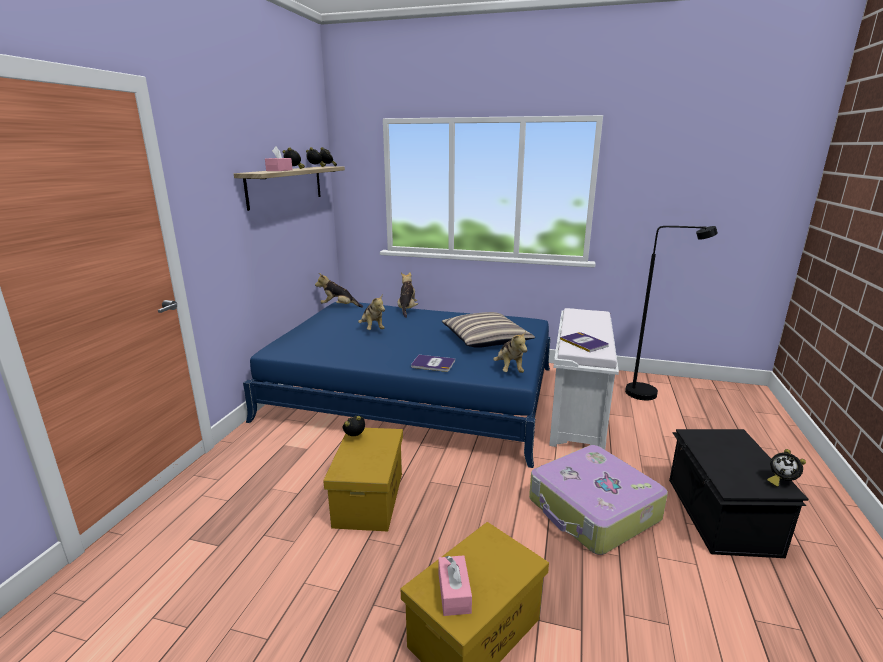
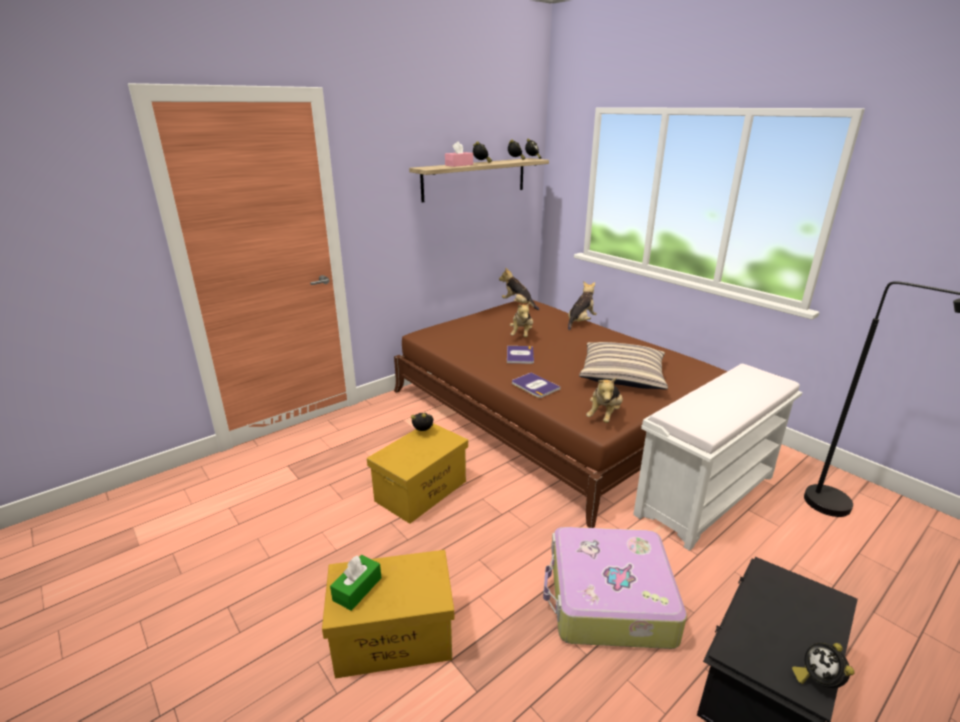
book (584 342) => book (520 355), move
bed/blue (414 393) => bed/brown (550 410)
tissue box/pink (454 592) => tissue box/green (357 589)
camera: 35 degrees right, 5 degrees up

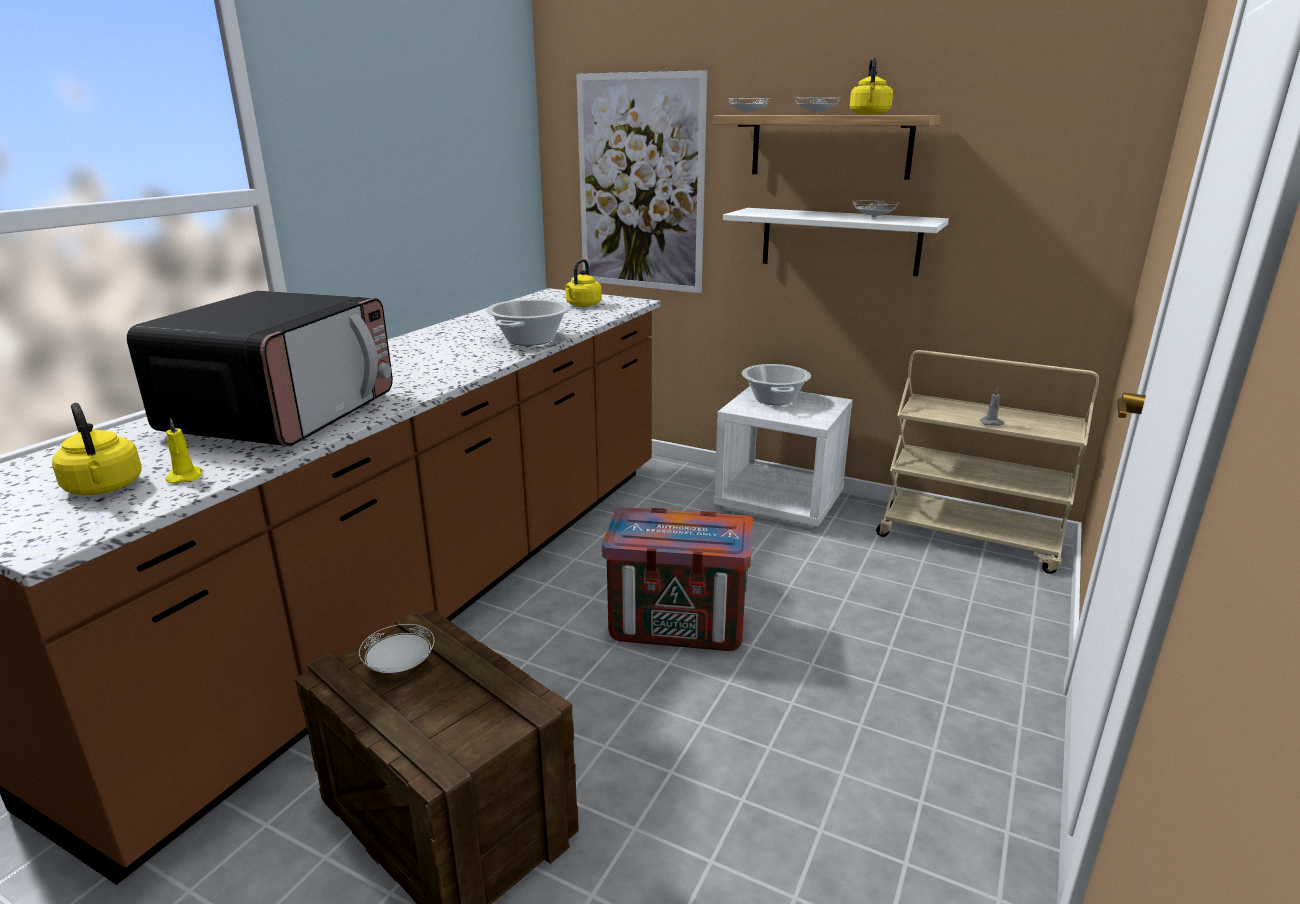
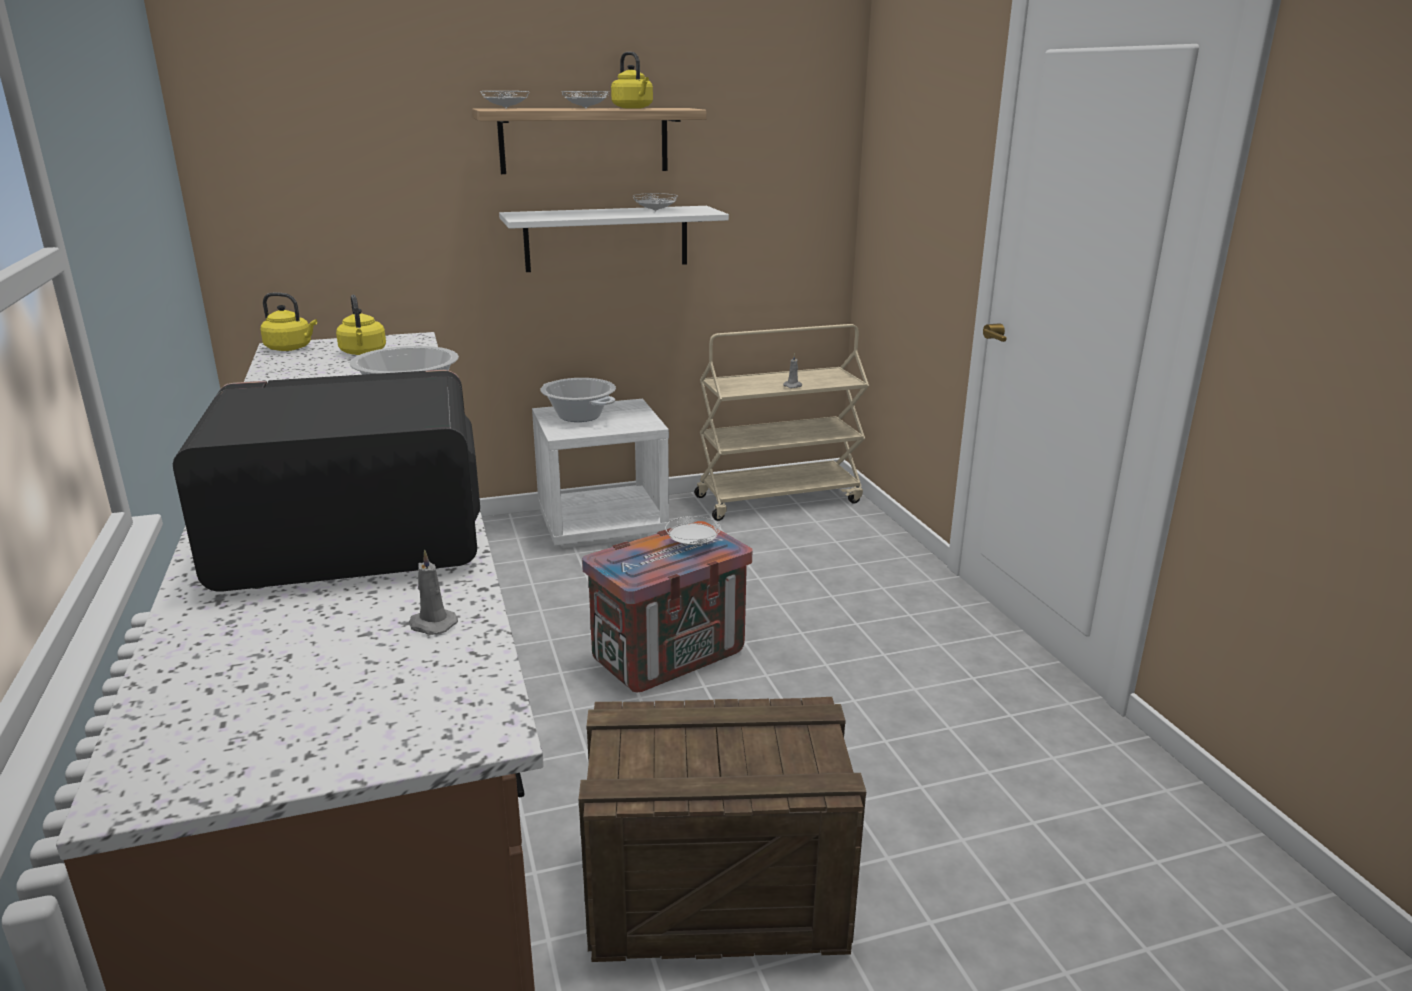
picture (640 184) => nothing
kettle/yellow (105 488) => kettle/yellow (291 348), move
plate/white (399 665) => plate/white (693 544), move
candle/yellow (185 477) => candle/grey (431 624)
microwave (284 414) => microwave (350 541), 75 degrees counterclockwise
camera: 45 degrees left, 0 degrees up

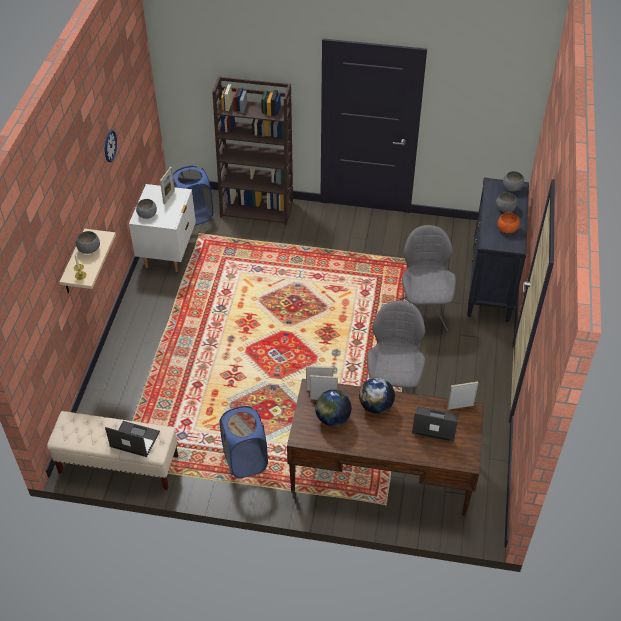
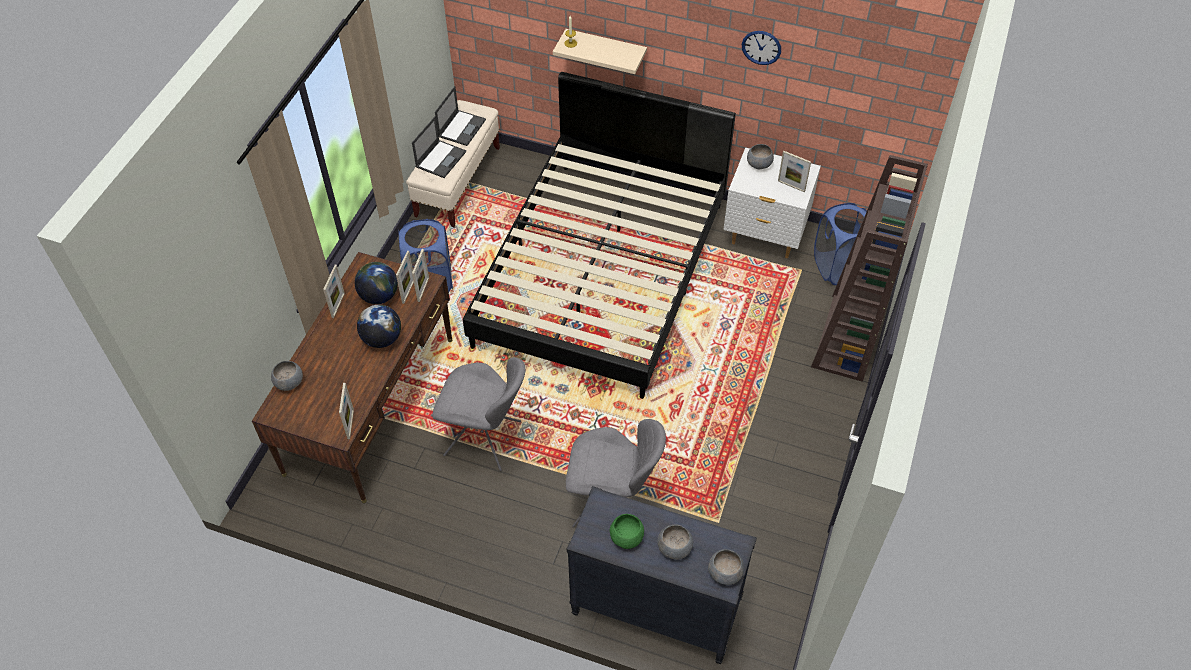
nothing => picture frame (338 305)
nothing => bed/black (602 272)
bowl/grey (89 249) => bowl/grey (289 382), move
laptop (434 424) => laptop (462 127), move
bowl/orange (506 229) => bowl/green (626 537)
camera: 100 degrees right, 5 degrees up

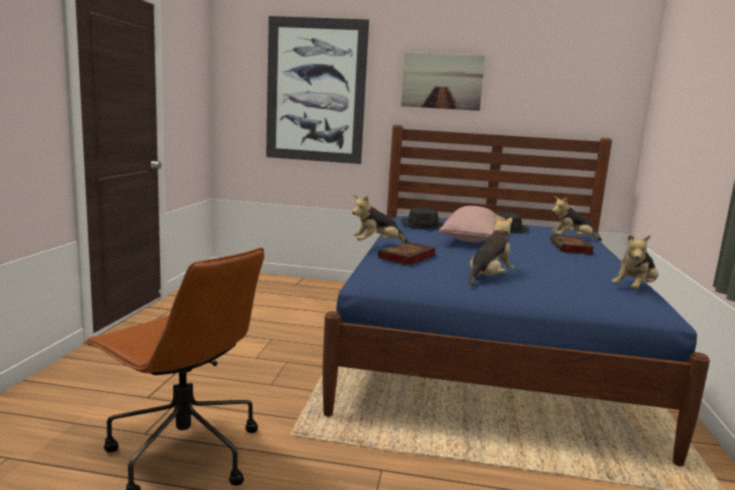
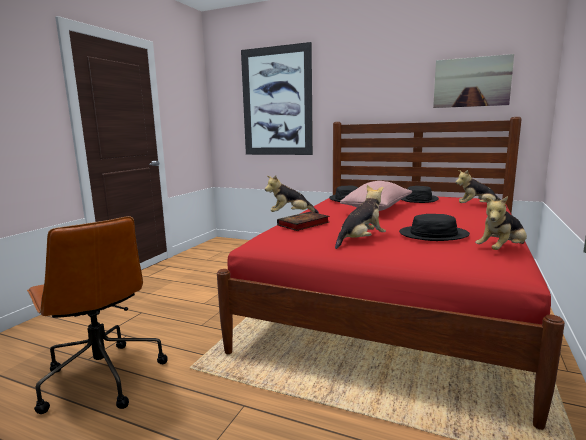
book (571 248) => nothing
nothing => hat/black (433 234)
picture (442 81) => picture (471 82), move
bed/blue (486 349) => bed/red (394 301)
camera: 15 degrees right, 0 degrees up

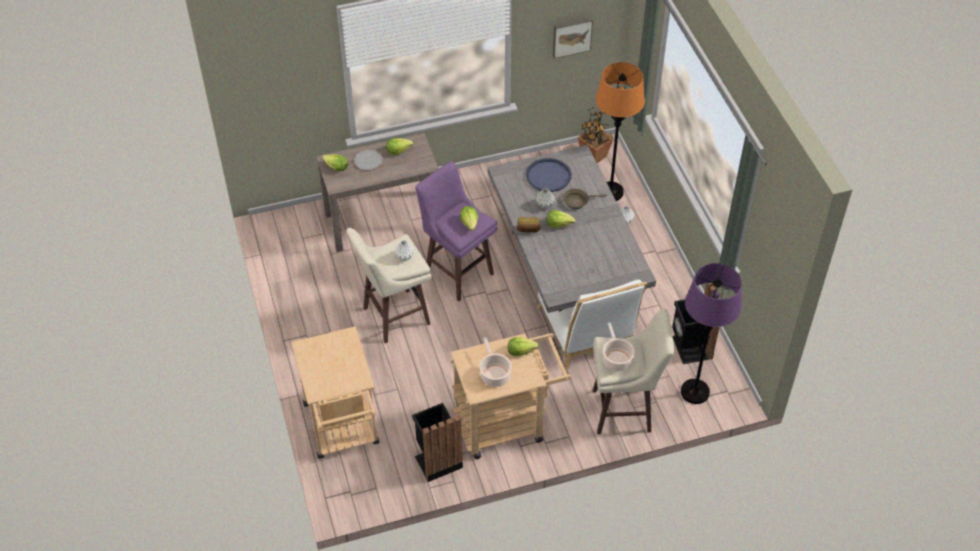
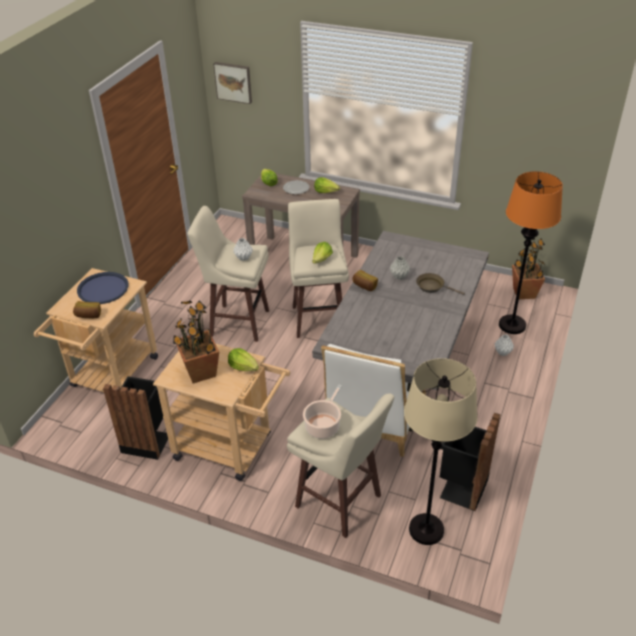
lettuce (559 224) => nothing
nothing => bread (88 315)
tray/blue (548 176) => tray/blue (103 289), move
picture (571 36) => picture (233 82), move
cooking pot (494 374) => potted plant (200 372)
stool/purple (458 273) => stool/beige (319 318)
floor lamp/purple (695 392) => floor lamp/beige (426 530)
camera: 40 degrees right, 10 degrees down

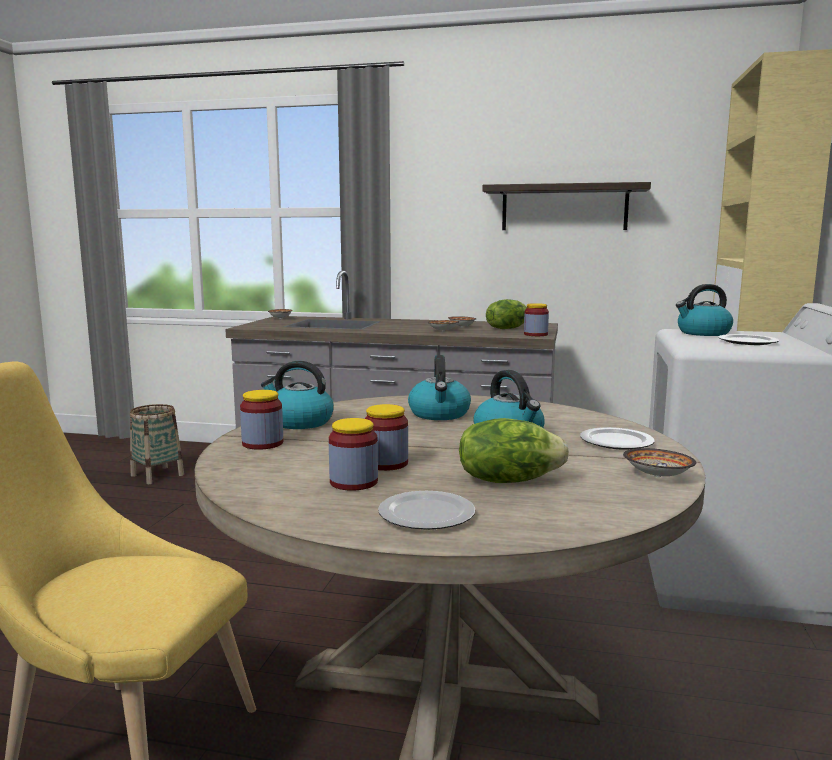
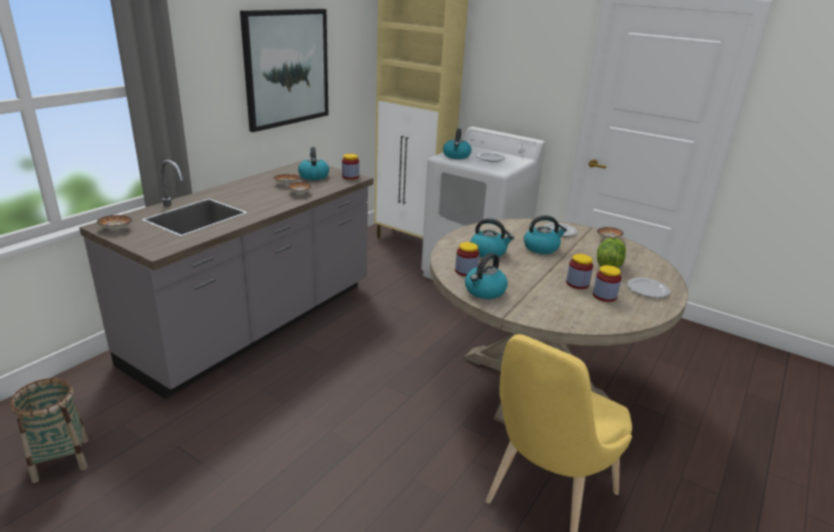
jar (262 443) => jar (466 271), move
shelf (564 208) => picture (287 68)
lettuce (507 328) => kettle (313 176)
camera: 70 degrees left, 15 degrees up

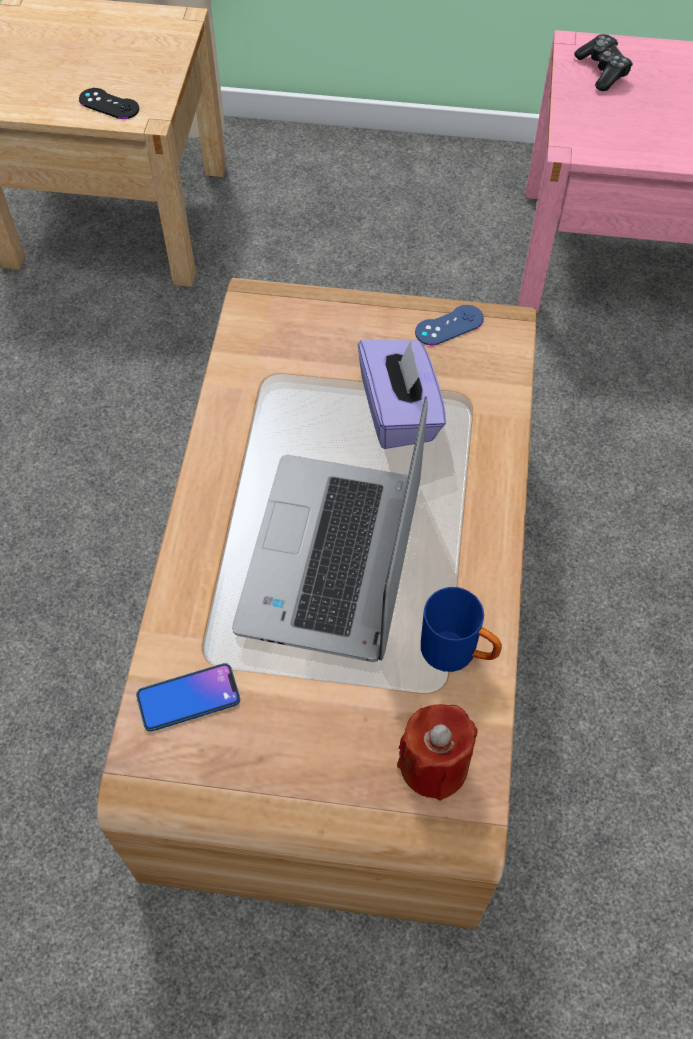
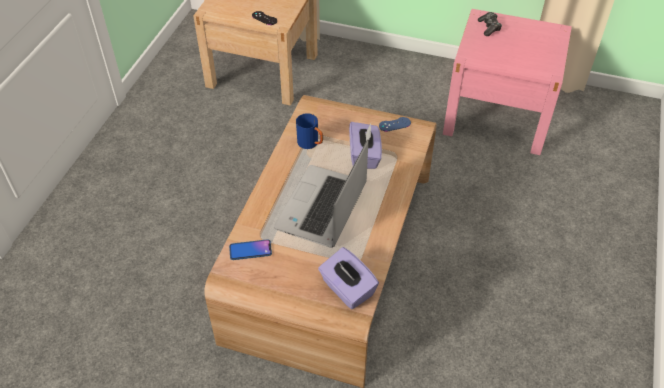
mug/blue (458 652) => mug/blue (311 144), move
candle/red (434 765) => tissue box/purple (347 289)
camera: 10 degrees right, 10 degrees down

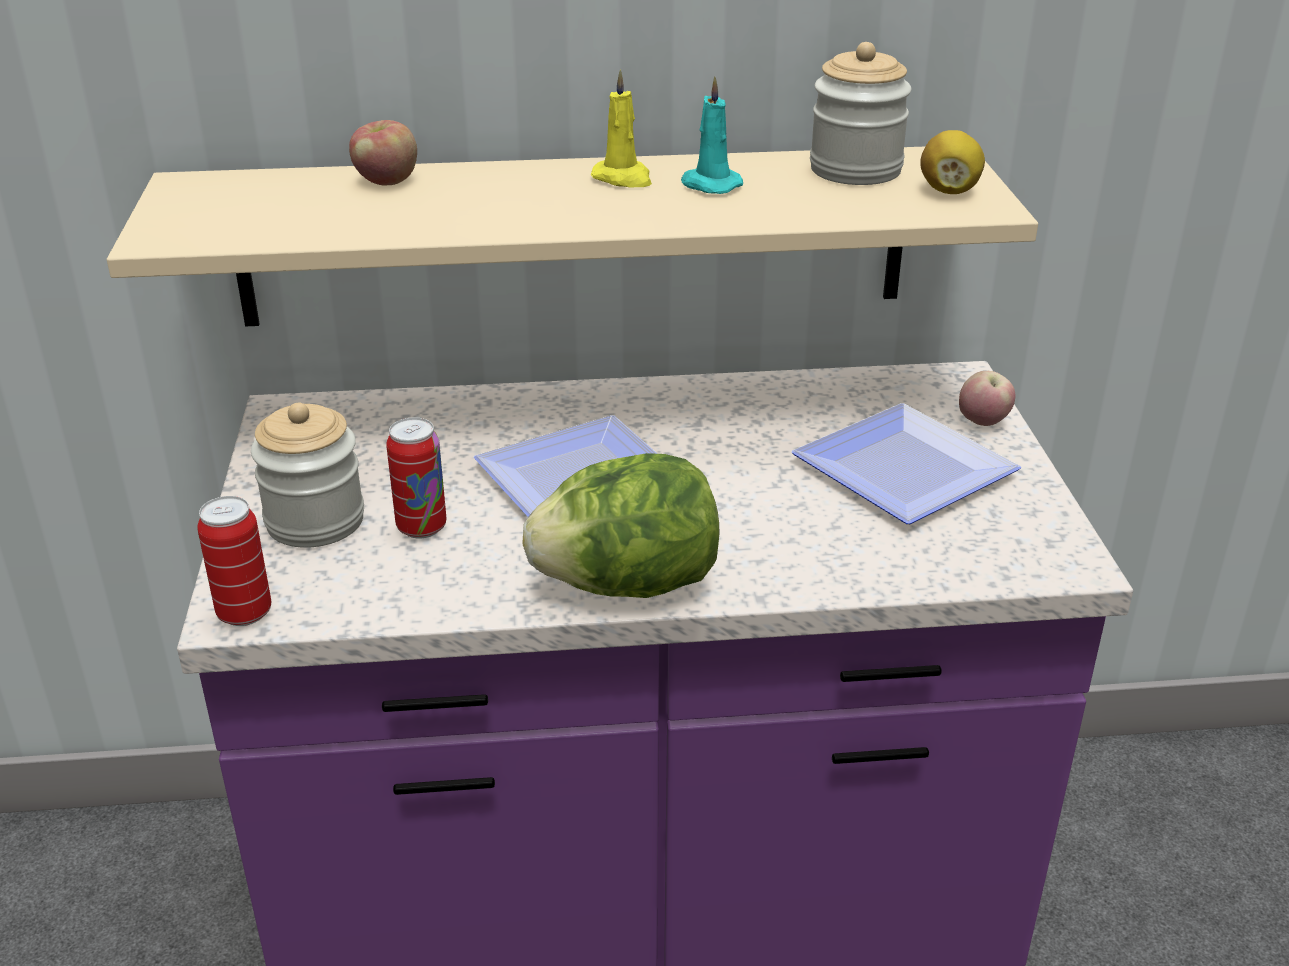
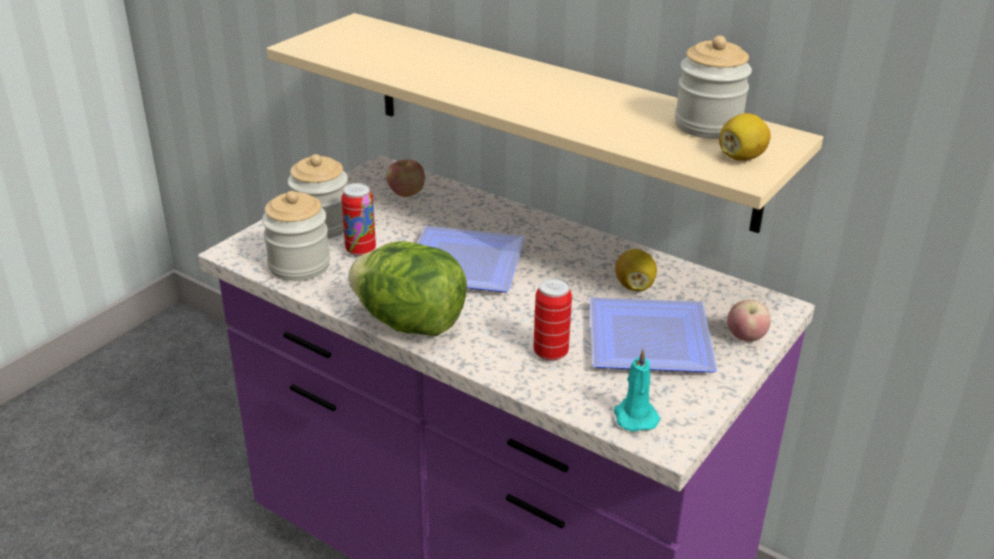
candle/yellow (623 178) => nothing
nothing => jar (299 265)
nothing => lemon (634 286)
can (244 613) => can (550 353), move
apple (386 181) => apple (406 193), move
candle/turquoise (709 185) => candle/turquoise (634 416), move
camera: 40 degrees right, 0 degrees up

